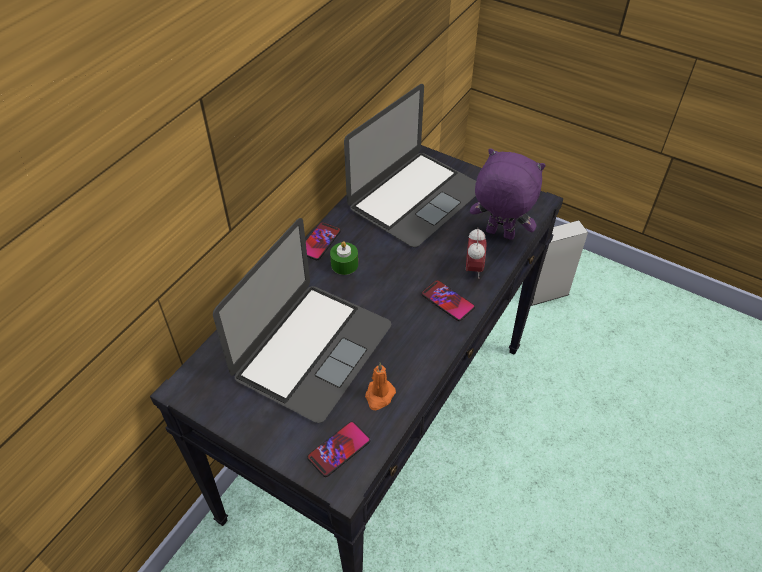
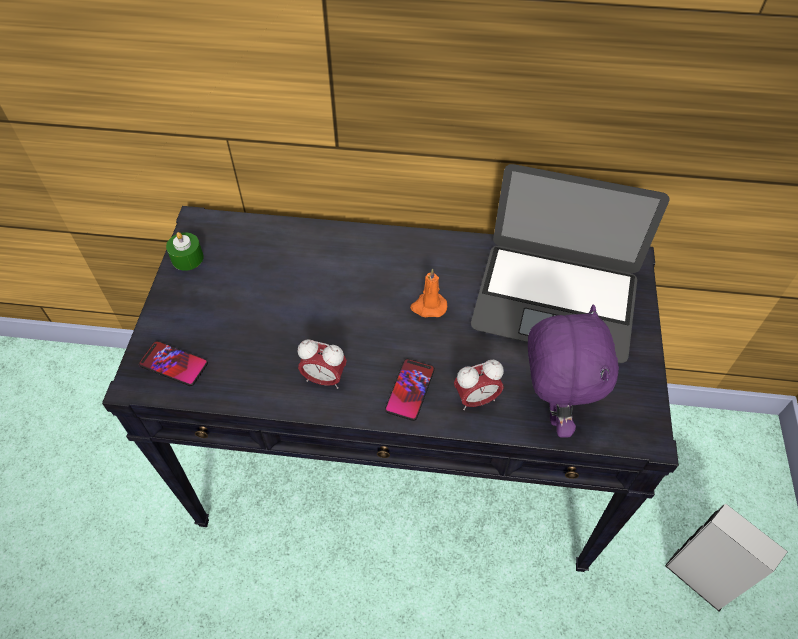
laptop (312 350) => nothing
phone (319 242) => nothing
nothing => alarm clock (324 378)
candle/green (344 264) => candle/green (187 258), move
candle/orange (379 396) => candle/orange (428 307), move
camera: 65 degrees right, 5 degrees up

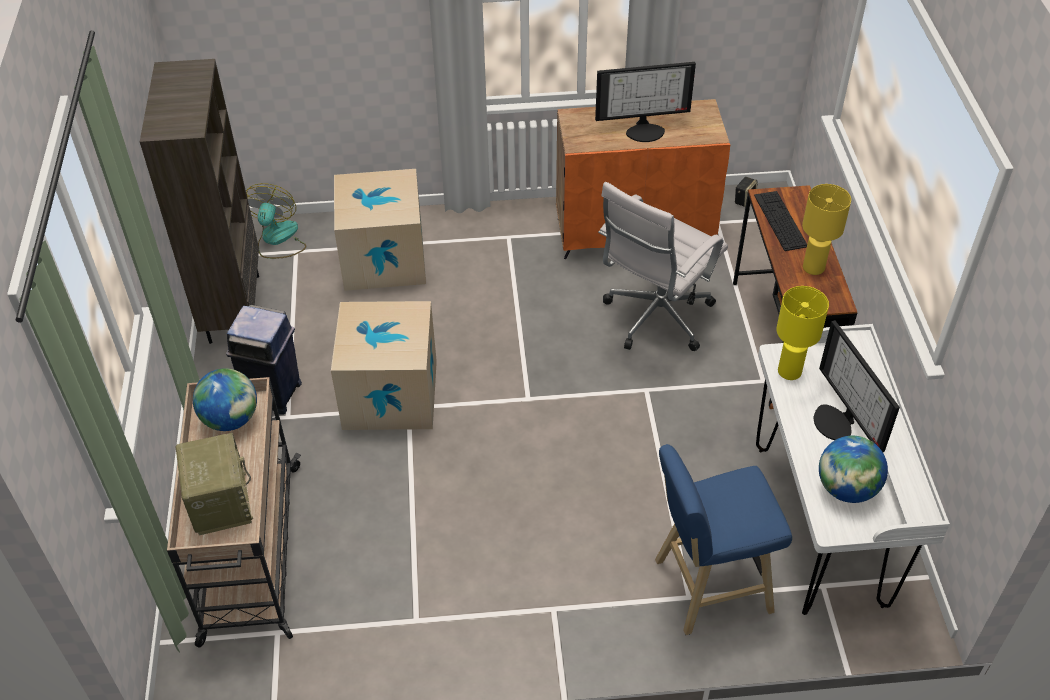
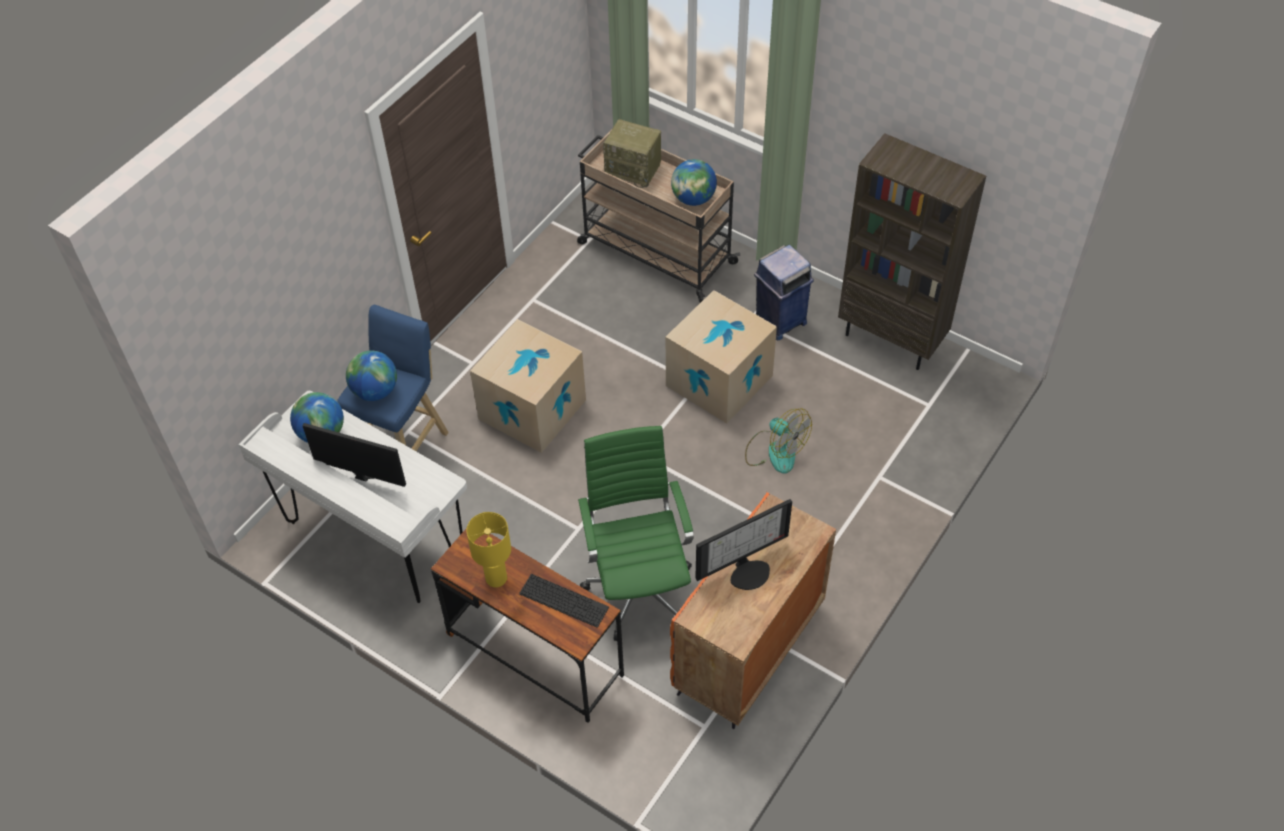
speaker (744 200) => nothing
table lamp/yellow (788 371) => nothing
nothing => globe (375 391)
fan (277 239) => fan (775 451), move
cardboard box (384 259) => cardboard box (532 409), move
office chair/white (655 319) => office chair/green (638 587)
monitor (645 130) => monitor (748 571), 150 degrees counterclockwise
camera: 130 degrees right, 5 degrees up

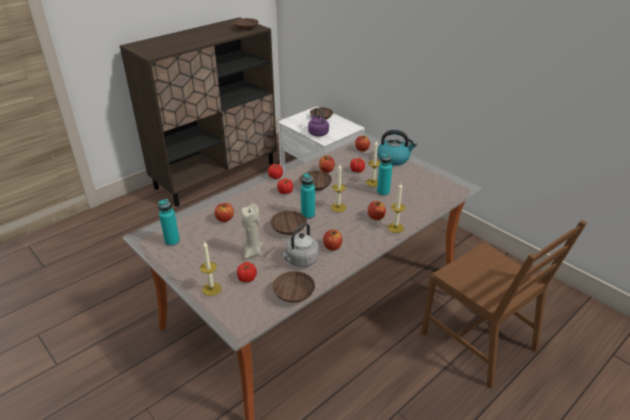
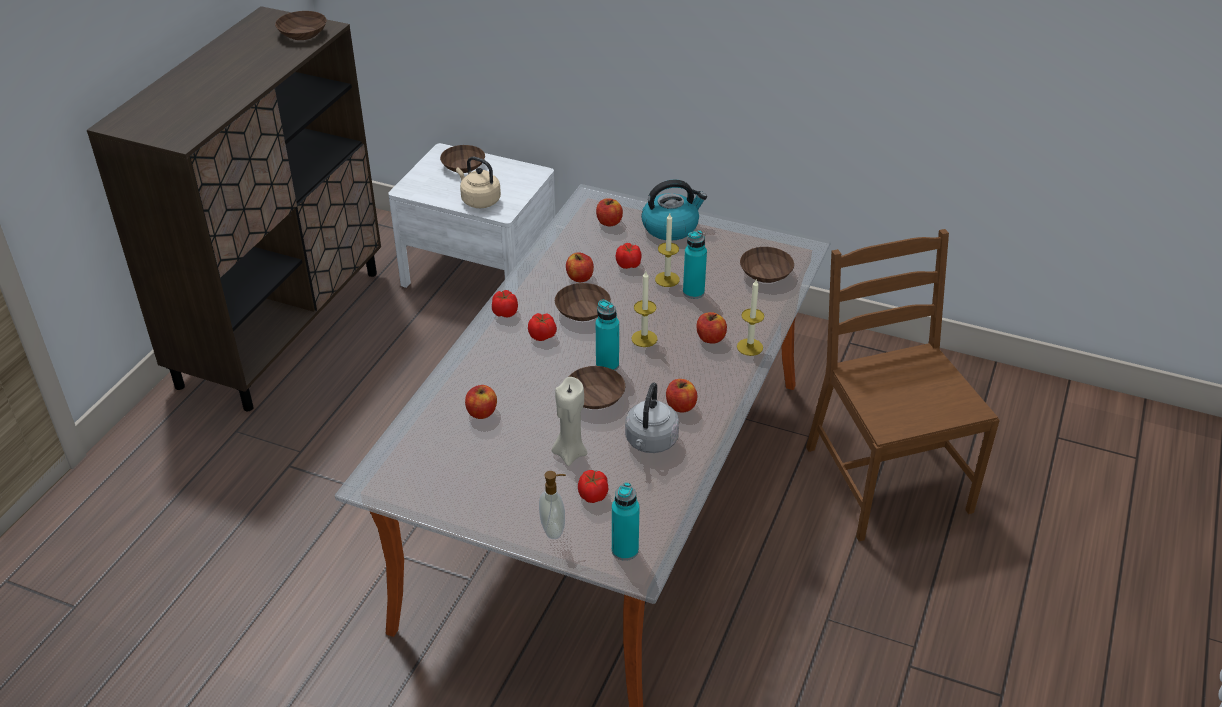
bottle/turquoise (172 241) => bottle/turquoise (625 550), move
bowl/brown (294 292) => bowl/brown (765 273), move
candle (211 289) => soap dispenser (554 529)
kettle/purple (317 133) => kettle/beige (479 200)
chair/brown (480 341) => chair/brown (884 478), 135 degrees counterclockwise
camera: 25 degrees left, 5 degrees up

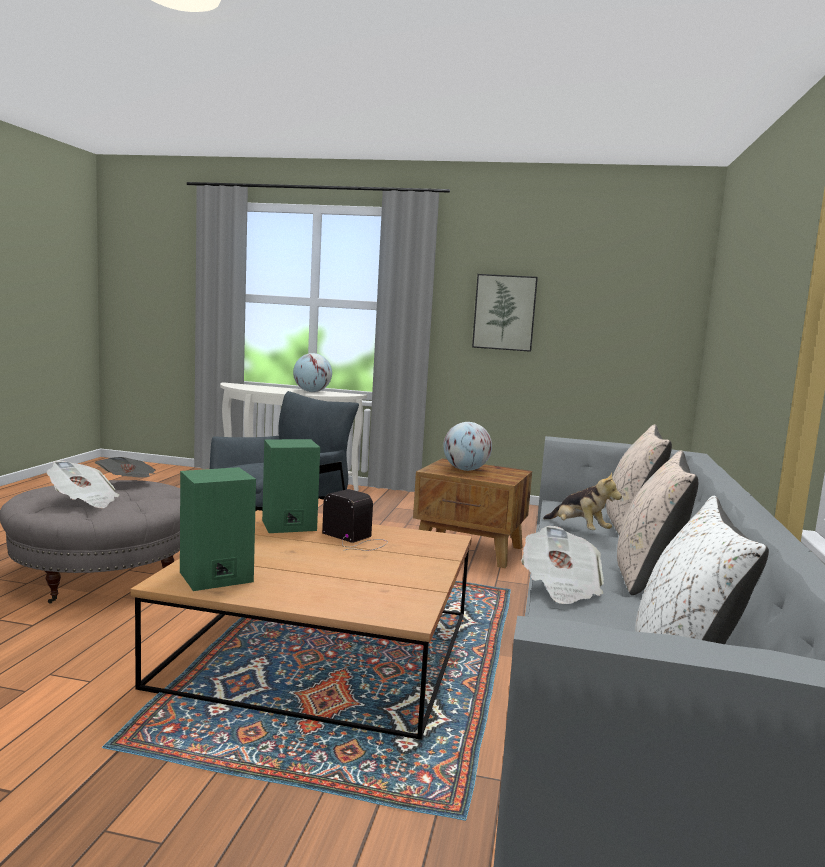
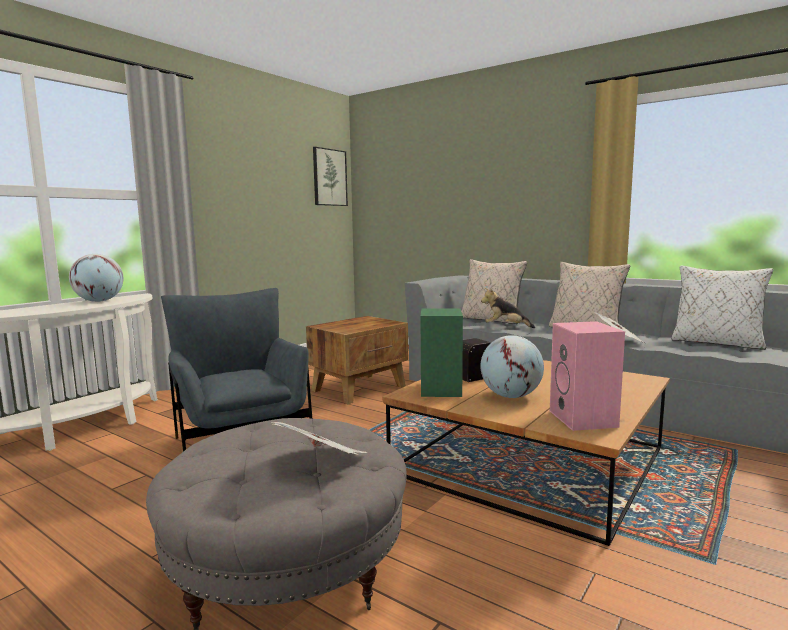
newspaper (128 483) => nothing
globe (465 470) => globe (511 396), move
picture (504 312) => picture (329 177), move
speaker/green (215 578) => speaker/pink (585 419)
plush toy (579 530) => plush toy (506 327), 150 degrees counterclockwise
camera: 65 degrees left, 0 degrees up

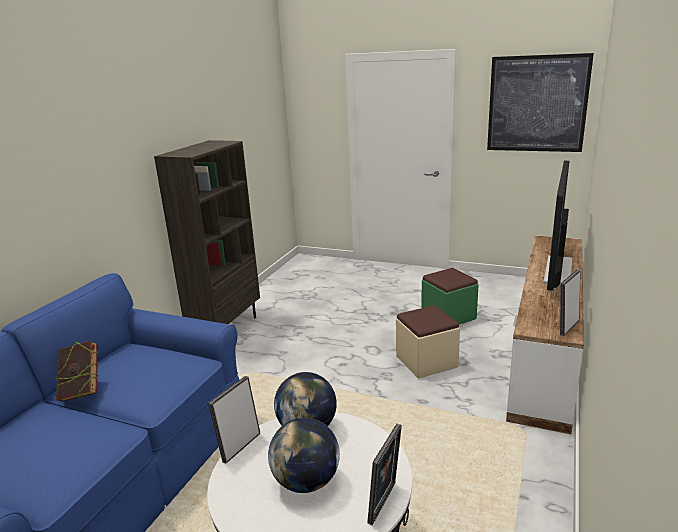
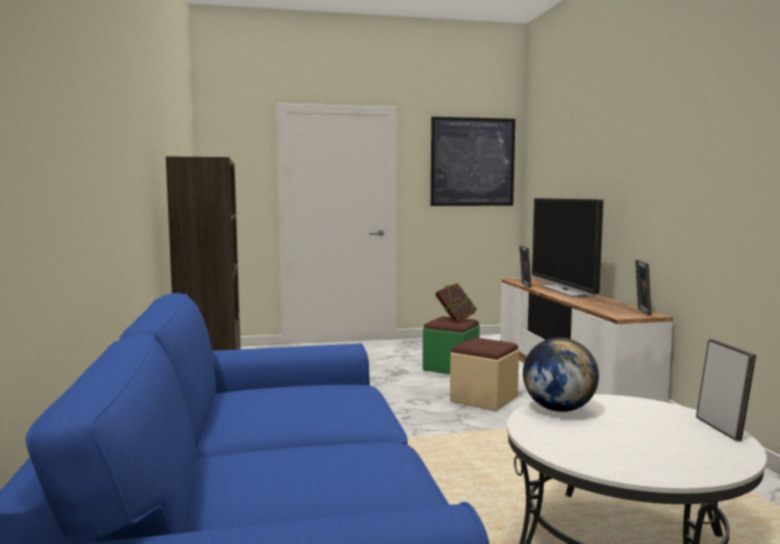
globe (306 481) => nothing
book (83 392) => book (455 319), move
picture frame (239 446) => picture frame (524 285), move
camera: 35 degrees left, 15 degrees down

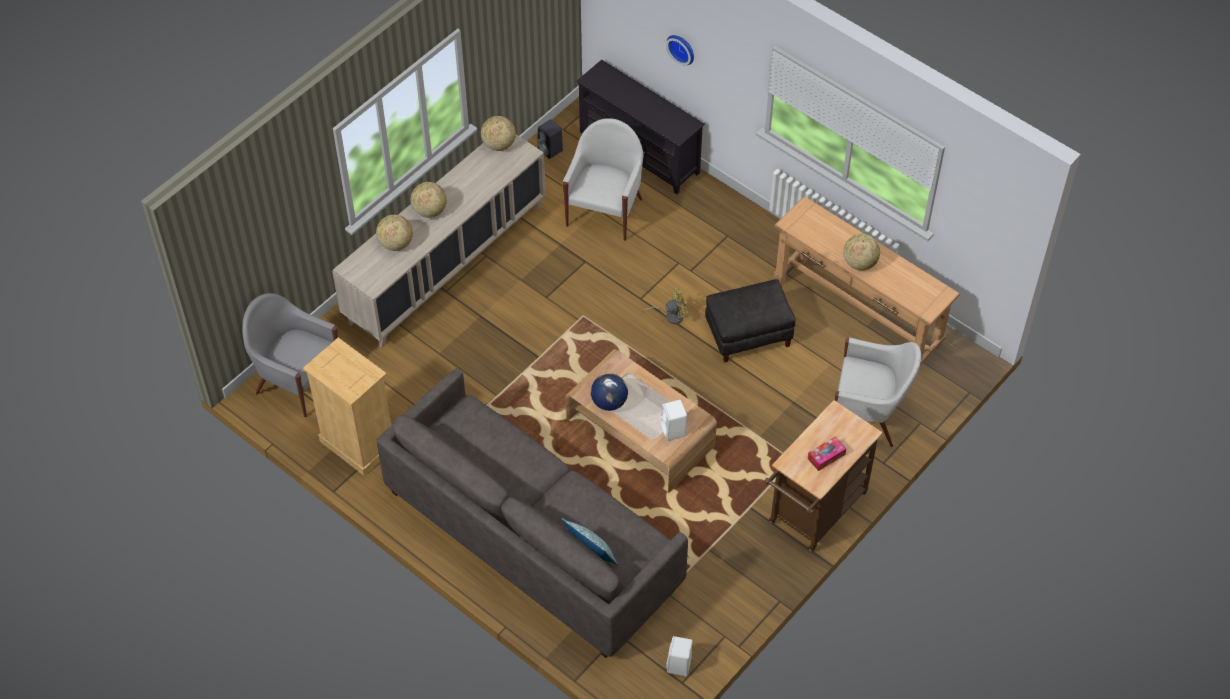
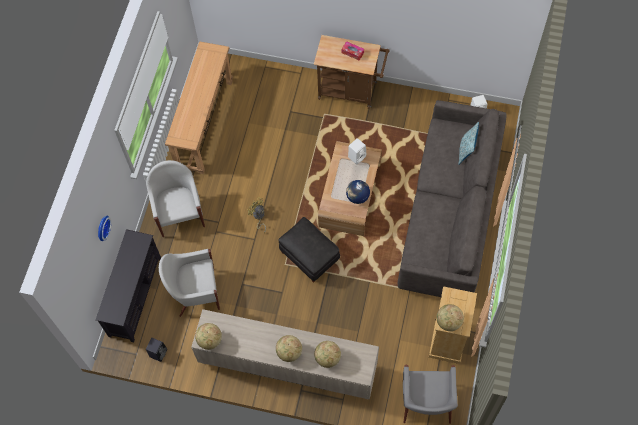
ottoman/black (748 334) => ottoman/black (309 256), move
armchair/white (869 415) => armchair/white (180 214), move
globe (859 263) => globe (448 322), move
camera: 115 degrees left, 10 degrees up

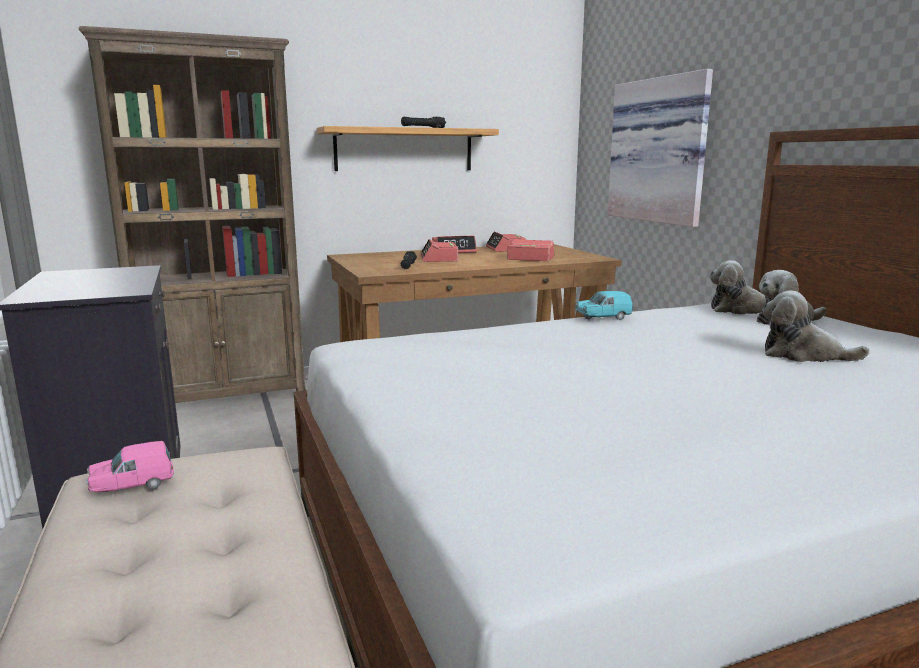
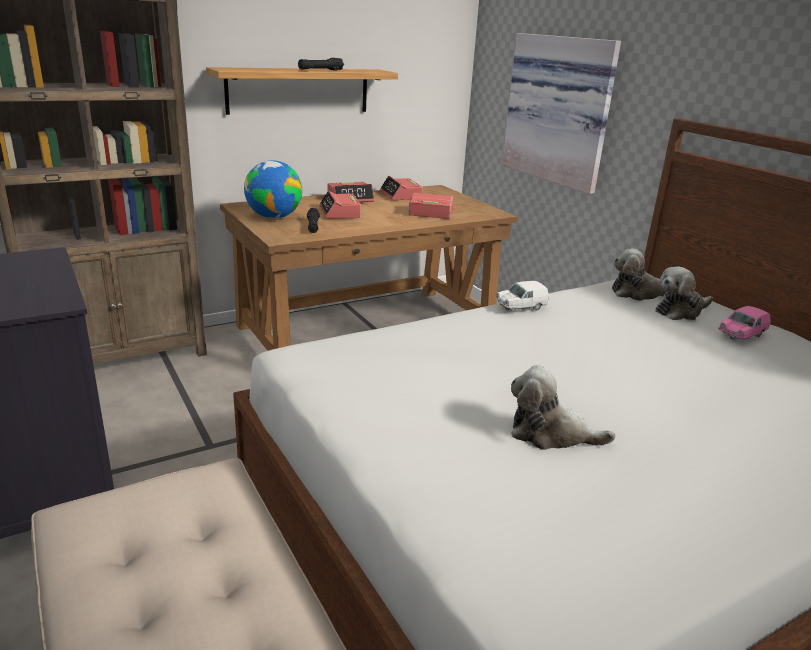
nothing => globe (274 217)
toy car/pink (133 485) => toy car/pink (741 335), move
plush toy (803 355) => plush toy (550 434), move
toy car/turquoise (603 318) => toy car/white (520 307)
camera: 10 degrees left, 10 degrees up

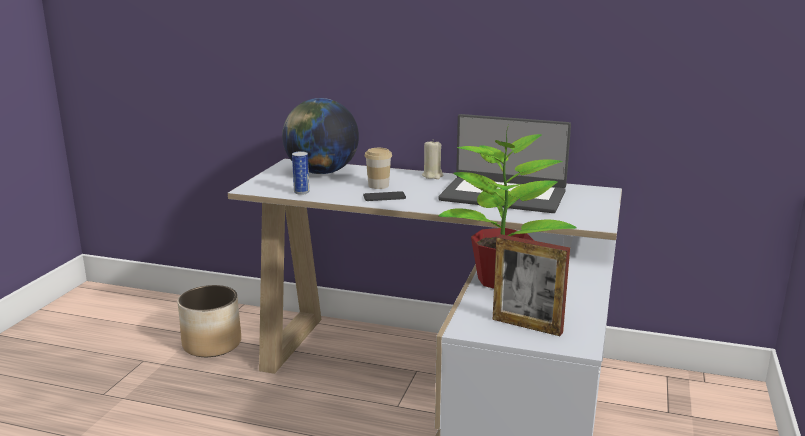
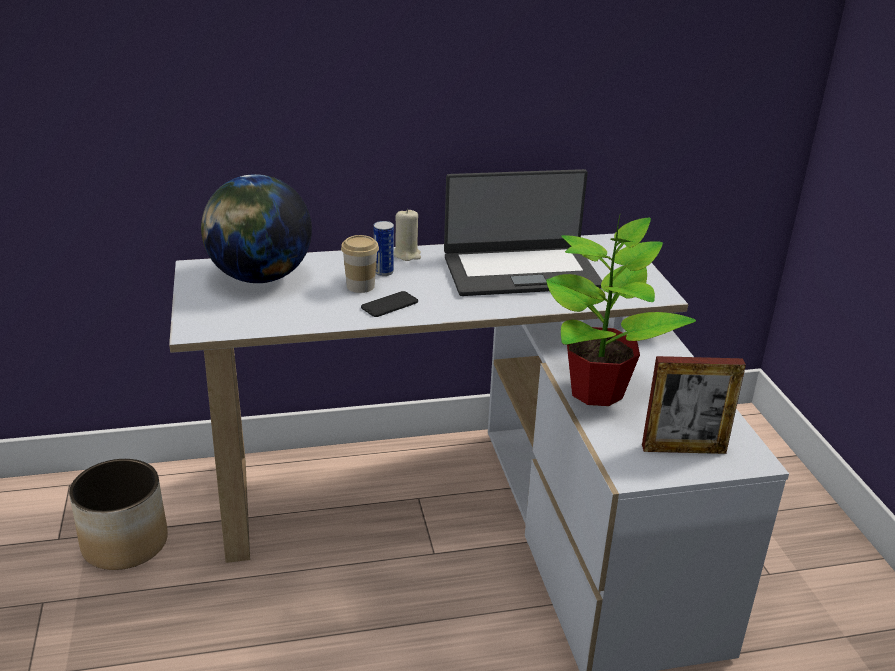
can (301 192) => can (383 272), move
camera: 30 degrees left, 10 degrees up

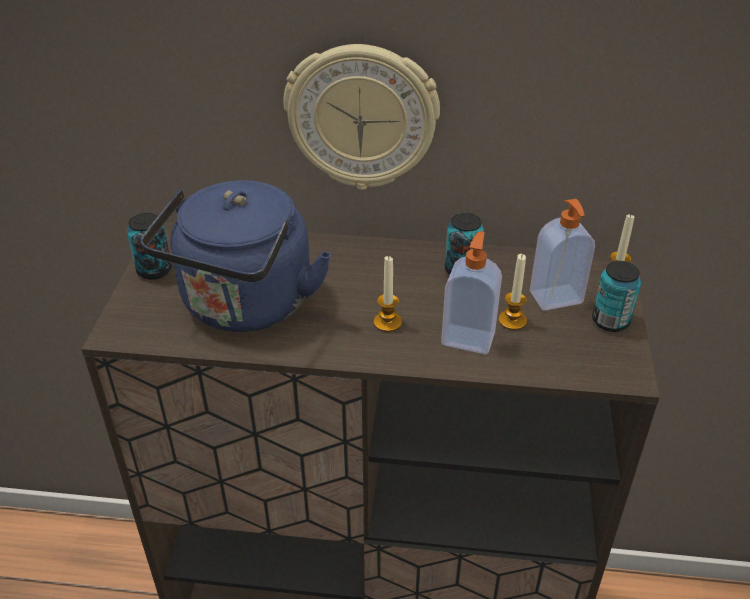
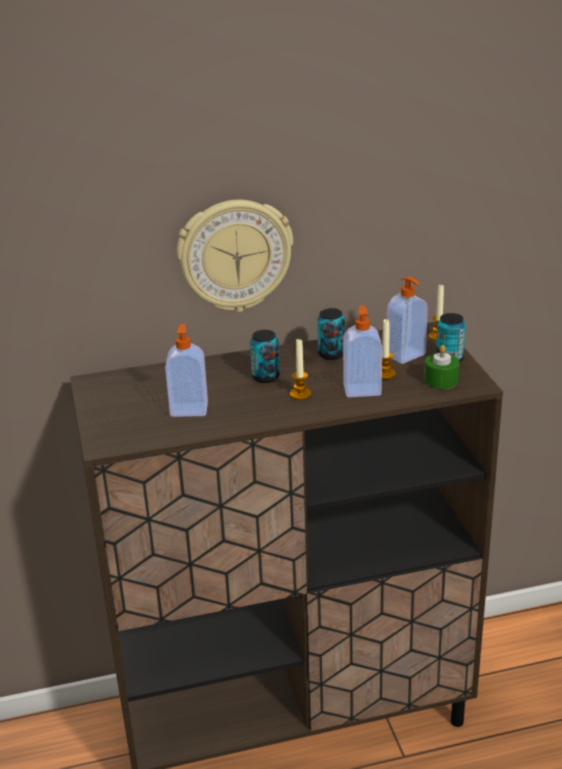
nothing => candle/green (441 380)
can (154 270) => can (265 377), move
kettle/blue (244 307) => soap dispenser (189 409)
camera: 20 degrees left, 10 degrees down

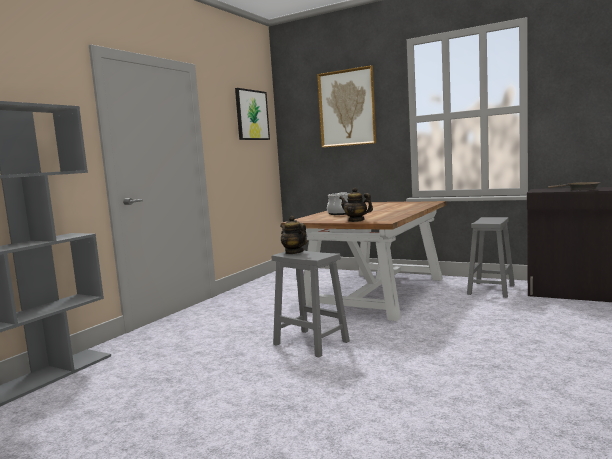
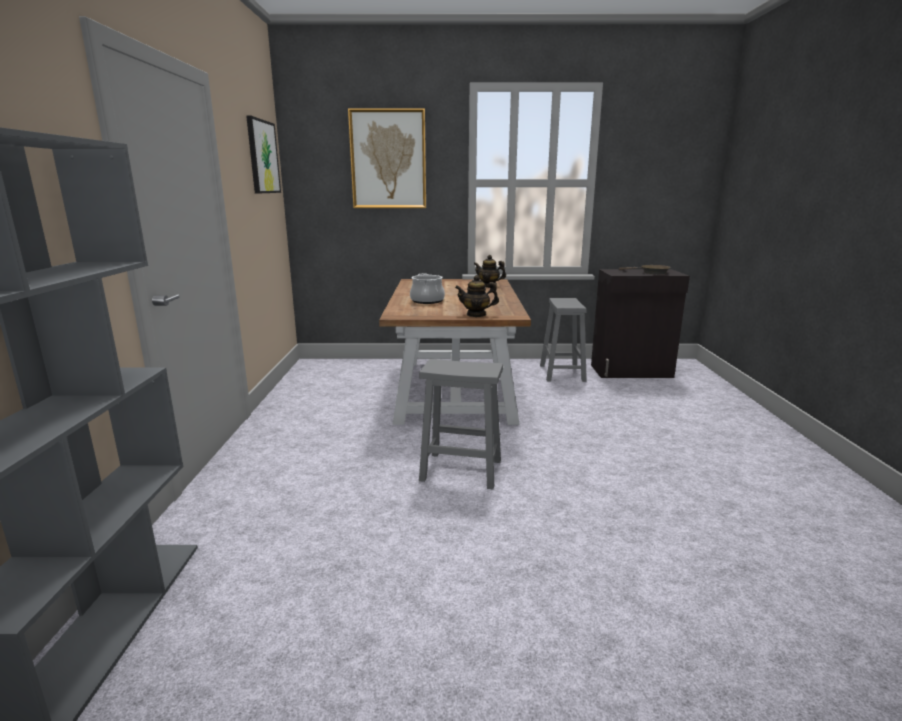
teapot (294 252) => teapot (489 286), move
camera: 30 degrees left, 10 degrees up

